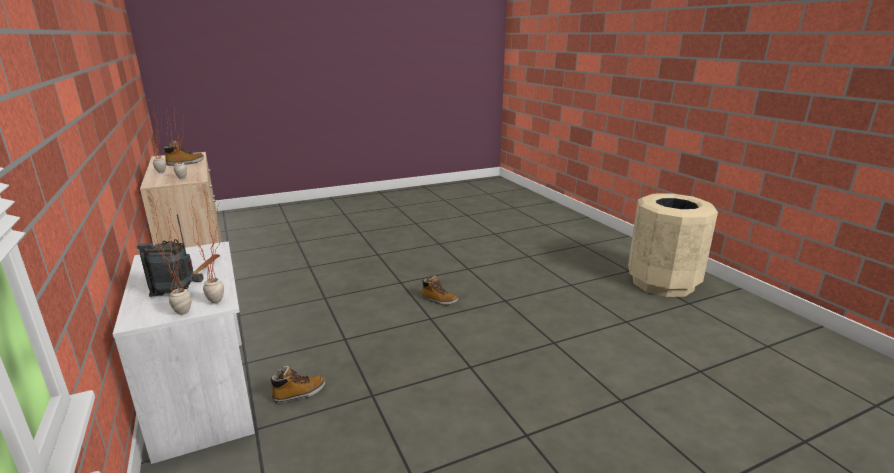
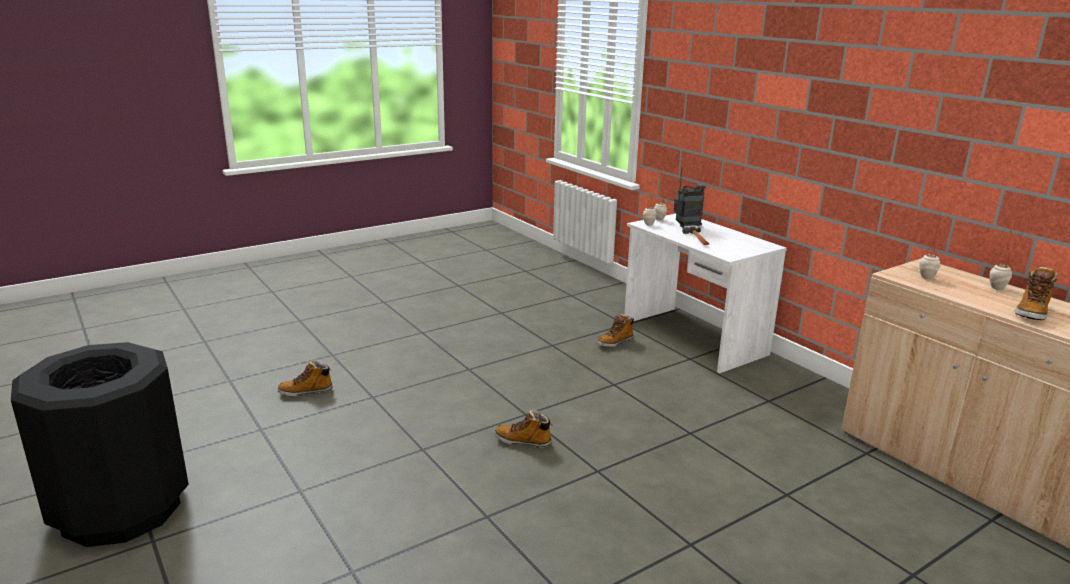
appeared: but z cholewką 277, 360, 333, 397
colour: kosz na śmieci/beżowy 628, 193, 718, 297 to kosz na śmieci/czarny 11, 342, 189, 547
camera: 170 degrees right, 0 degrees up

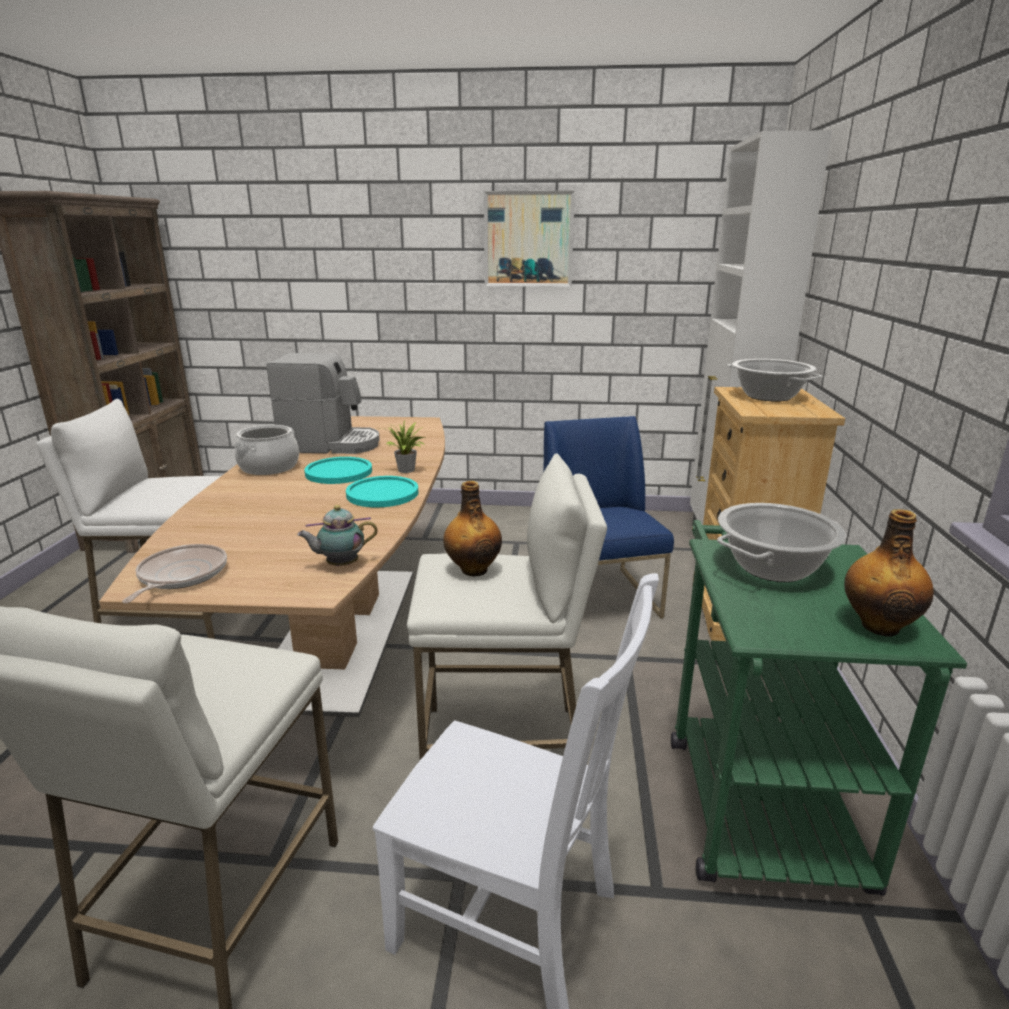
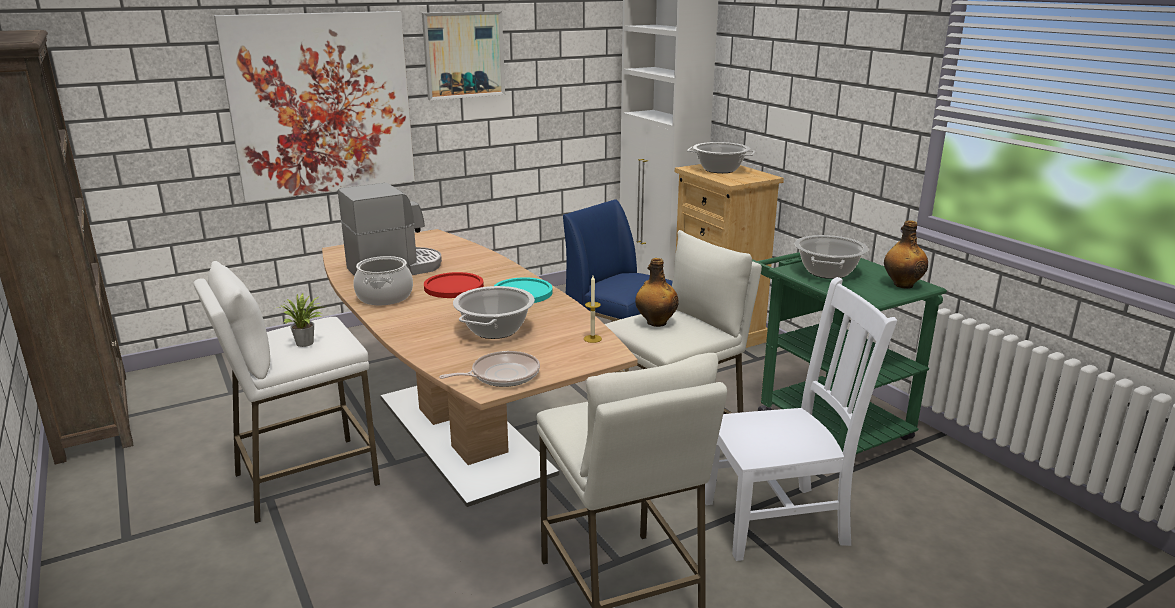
appeared: obraz 214, 11, 415, 202; garnek 453, 286, 535, 339
relocated: roślina doniczkowa 381, 421, 425, 473 to 278, 293, 322, 347
exchanged: imbryk 297, 505, 378, 566 to świeca 584, 276, 602, 343
colour: talerz/turkusowy 304, 457, 372, 484 to talerz/czerwony 424, 272, 484, 298
spun: patelnia 122, 544, 227, 603 = 439, 351, 540, 387 90 degrees clockwise
camera: 35 degrees left, 0 degrees up

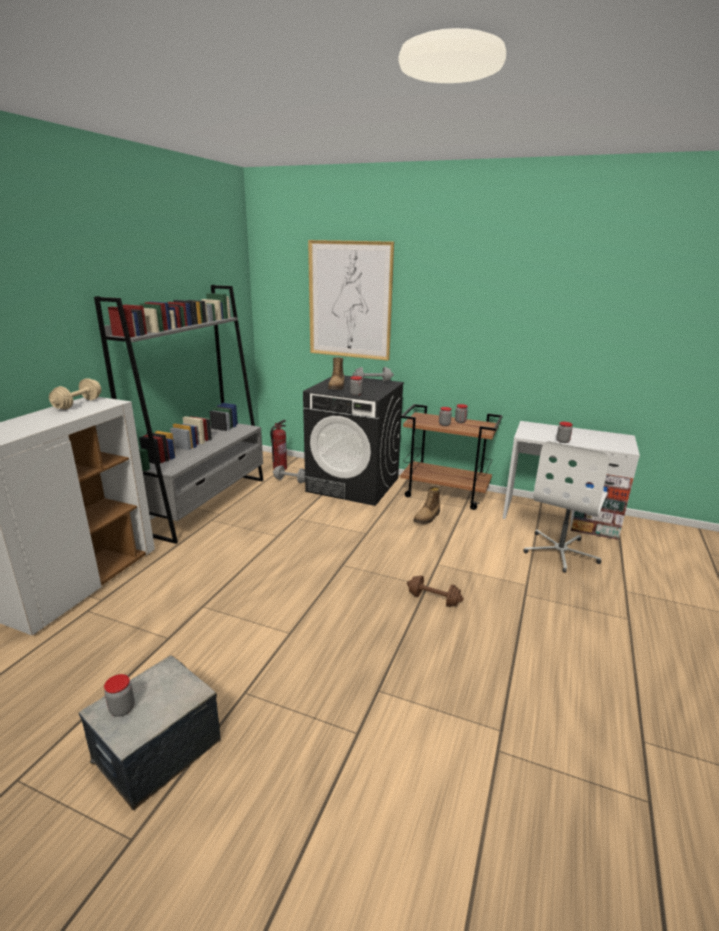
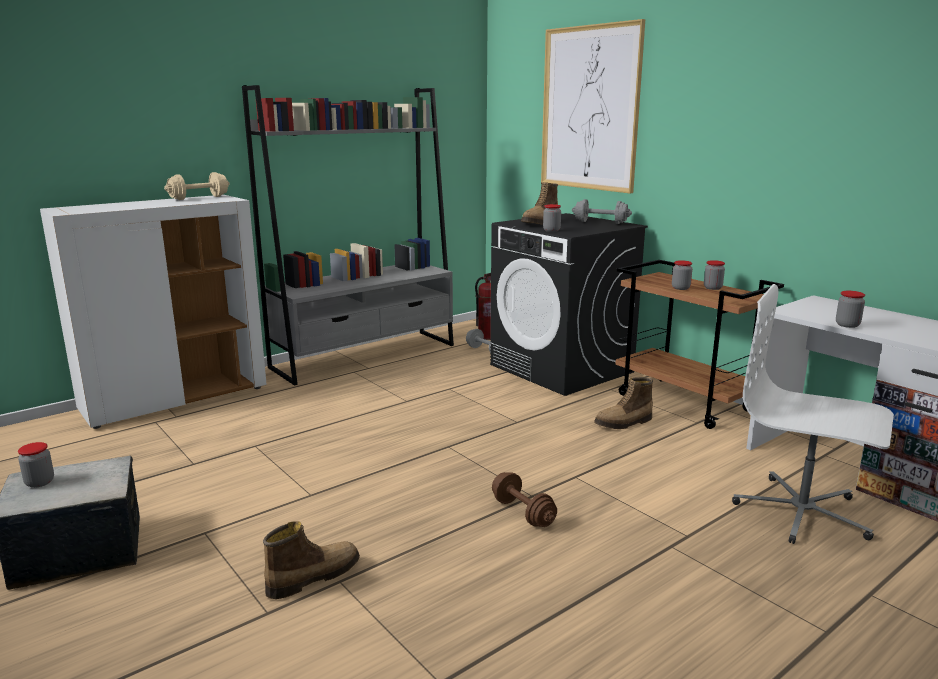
appeared: but z cholewką 263, 521, 360, 599
spun: krzesło biurowe/biały 523, 441, 609, 573 = 732, 284, 894, 544 60 degrees clockwise
camera: 30 degrees right, 5 degrees down

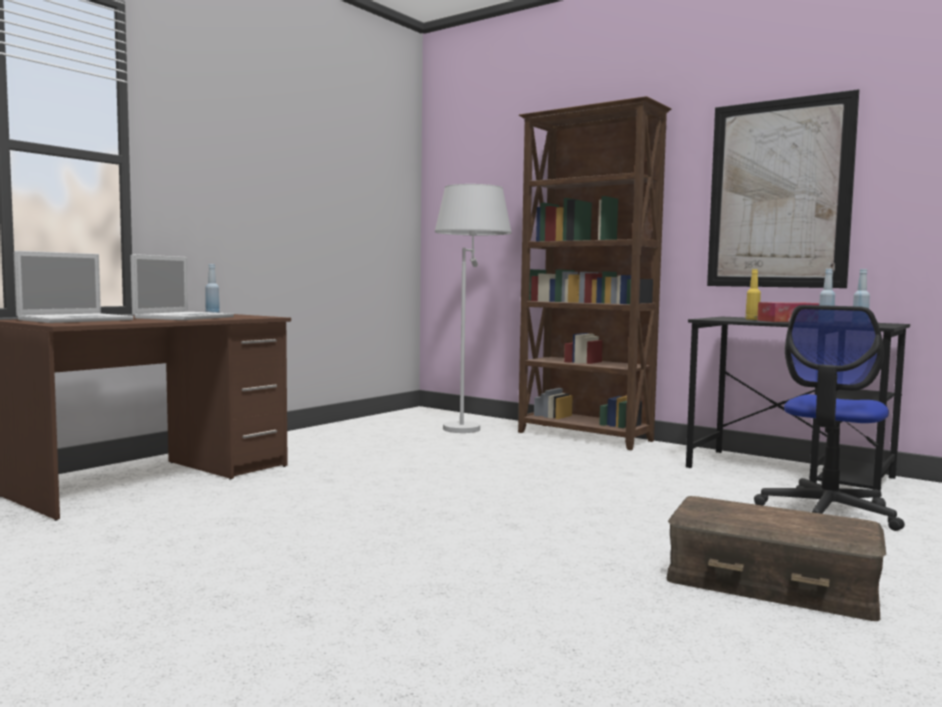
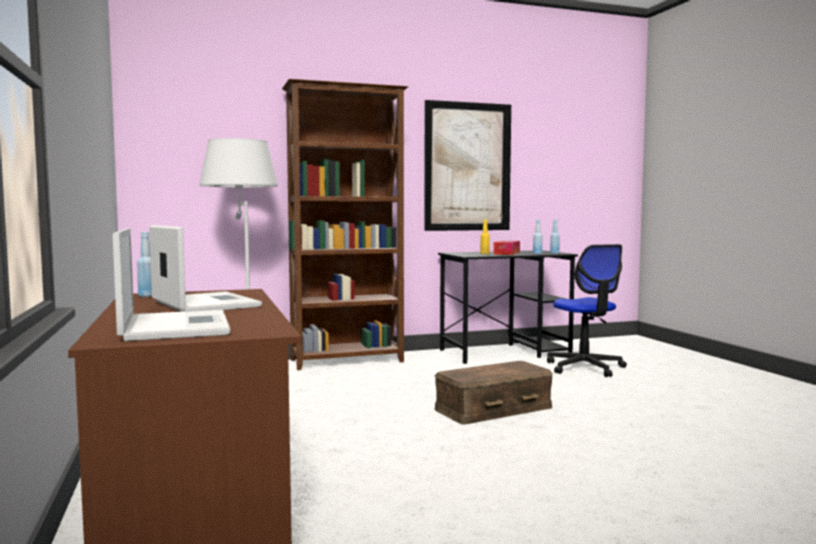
relocated: pojemnik do przechowywania/brązowy 666, 496, 886, 621 to 434, 361, 553, 424
camera: 55 degrees left, 0 degrees up

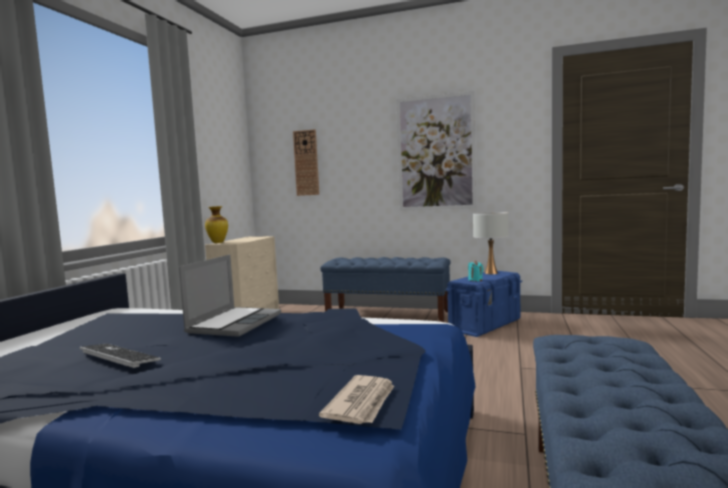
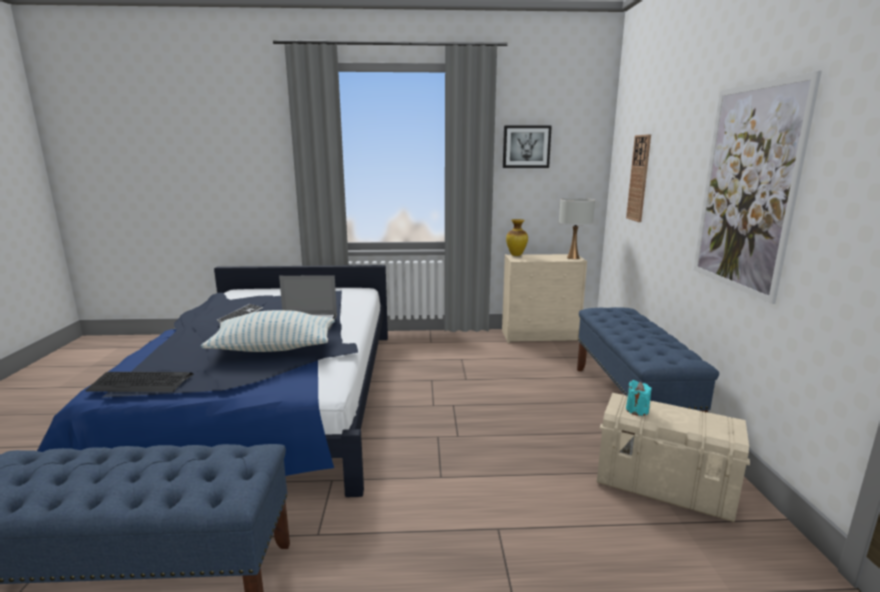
appeared: poduszka 201, 310, 335, 352; obraz 503, 126, 552, 168
relocated: lampa stołowa/biały 473, 212, 509, 274 to 559, 198, 595, 259
exchanged: gazeta 319, 375, 394, 424 to klawiatura 85, 372, 193, 392
colour: pojemnik do przechowywania/niebieski 445, 271, 522, 337 to pojemnik do przechowywania/beżowy 597, 393, 750, 522
camera: 70 degrees right, 10 degrees up

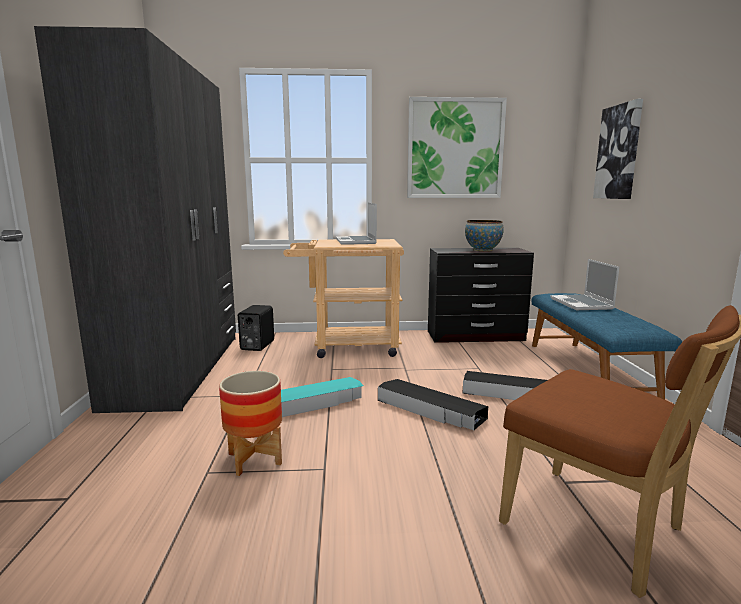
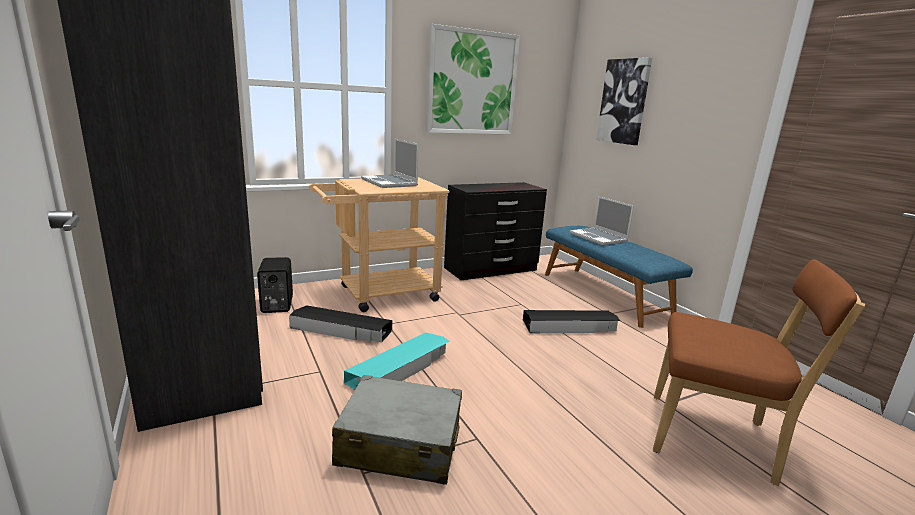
missing: miska 465, 220, 504, 251
relocated: pojemnik do przechowywania/czarny 378, 379, 488, 430 to 289, 305, 392, 342
exchanged: donica 219, 371, 282, 476 to walizka/szary 332, 375, 462, 485
camera: 25 degrees left, 5 degrees up

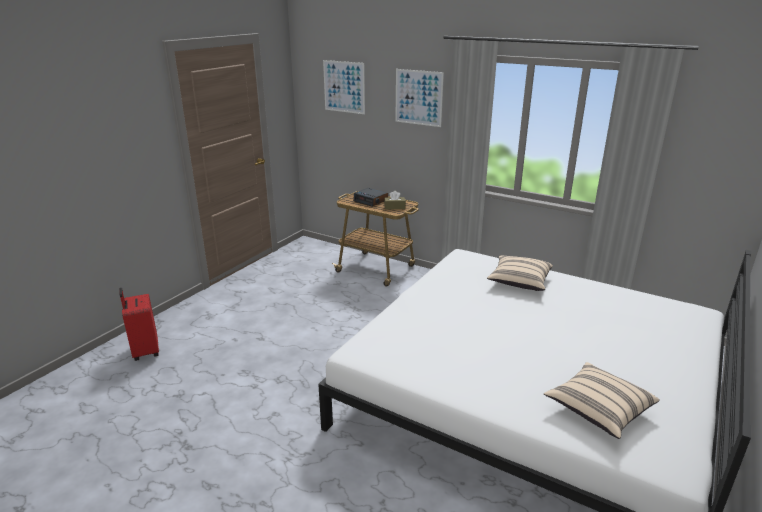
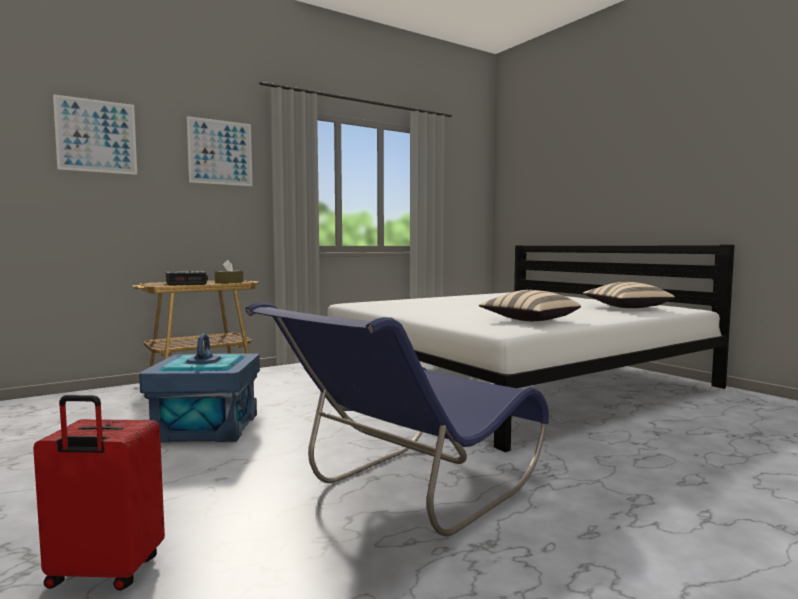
appeared: pojemnik do przechowywania/niebieski 139, 333, 260, 443; krzesło/niebieski 245, 302, 549, 536
relocated: poduszka/beżowy 487, 256, 553, 291 to 479, 290, 581, 321
camera: 65 degrees left, 20 degrees down

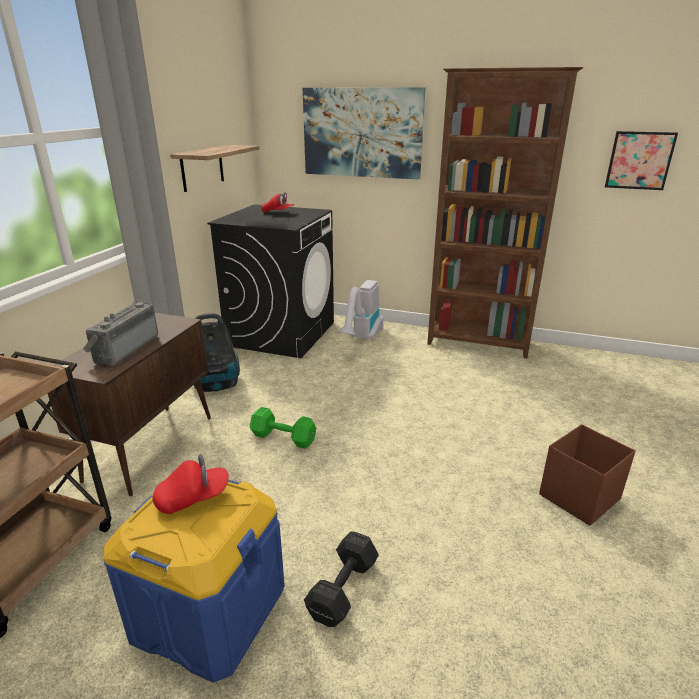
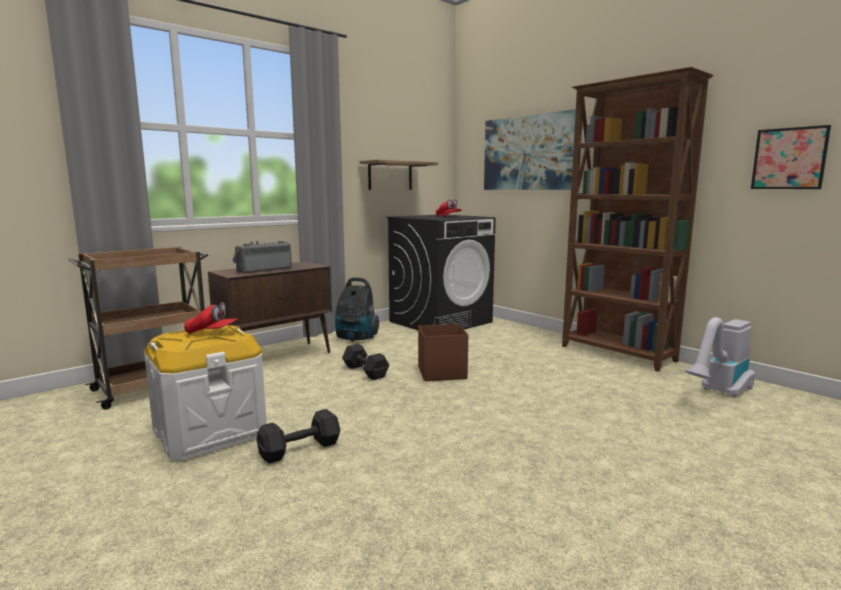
relocated: odkurzacz 338, 280, 383, 340 to 685, 317, 755, 398; pojemnik do przechowywania/brązowy 539, 424, 636, 526 to 418, 324, 468, 381
colour: pojemnik do przechowywania/niebieski 104, 480, 285, 683 to pojemnik do przechowywania/biały 144, 325, 267, 460; hantel/zielony 250, 407, 317, 449 to hantel/czarny 342, 344, 389, 380
camera: 30 degrees right, 15 degrees down

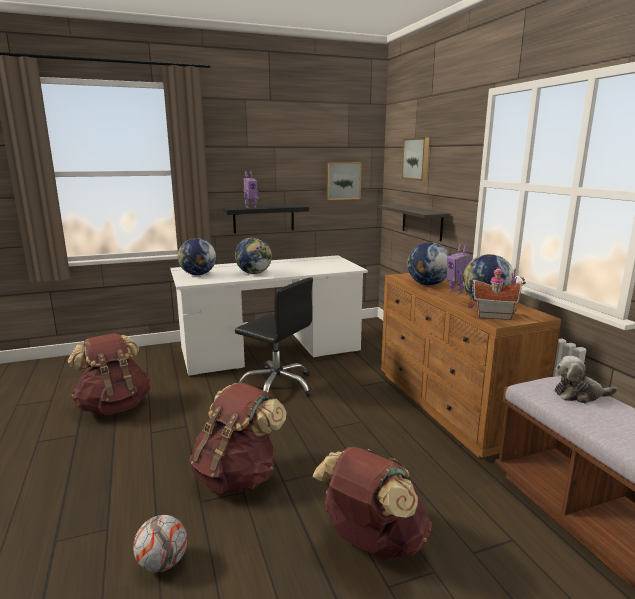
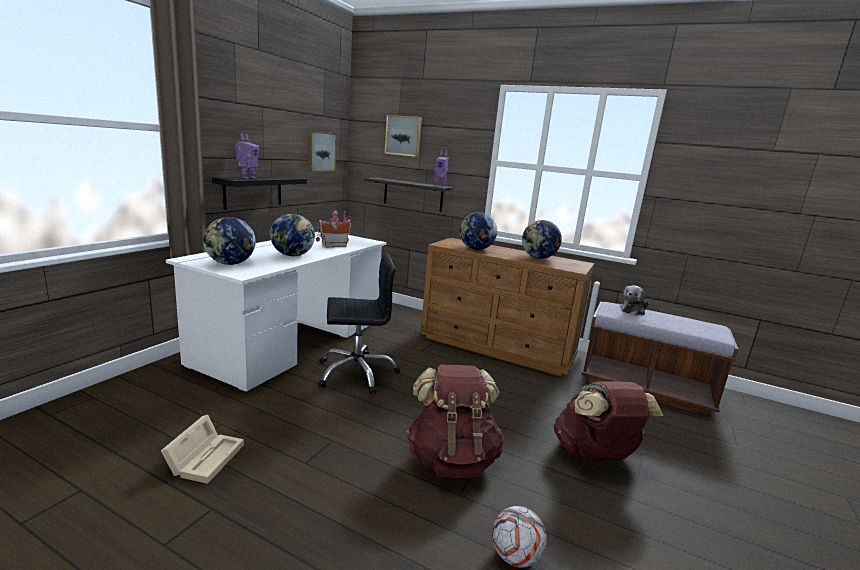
relocated: robot zabawkowy 447, 244, 472, 294 to 433, 150, 449, 187; domek 468, 266, 526, 320 to 316, 210, 352, 247
exchanged: plecak/brązowy 68, 333, 151, 415 to pojemnik do przechowywania/beżowy 161, 415, 244, 484
camera: 45 degrees left, 0 degrees up

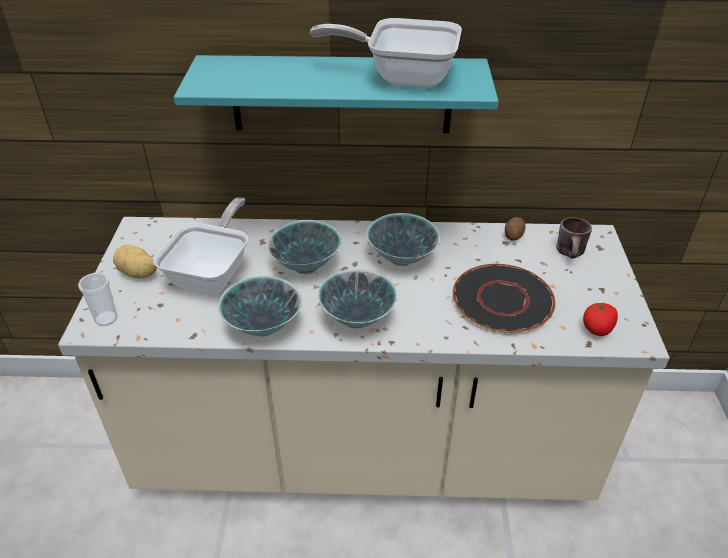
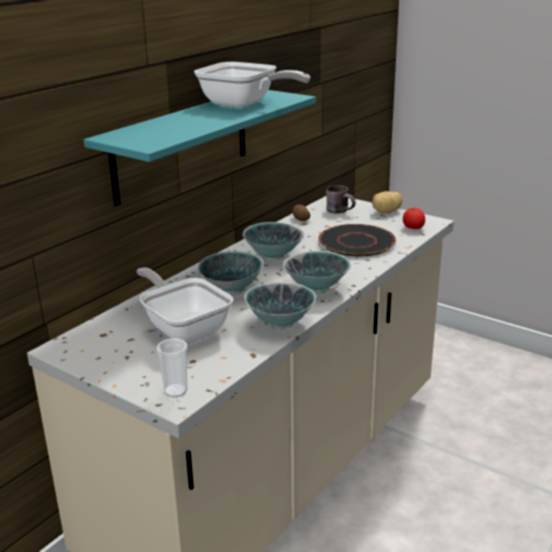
relocated: ziemniak 113, 244, 157, 278 to 372, 191, 403, 214
spun: patelnia 310, 18, 462, 87 = 194, 62, 310, 108 105 degrees counterclockwise
camera: 55 degrees left, 15 degrees down

